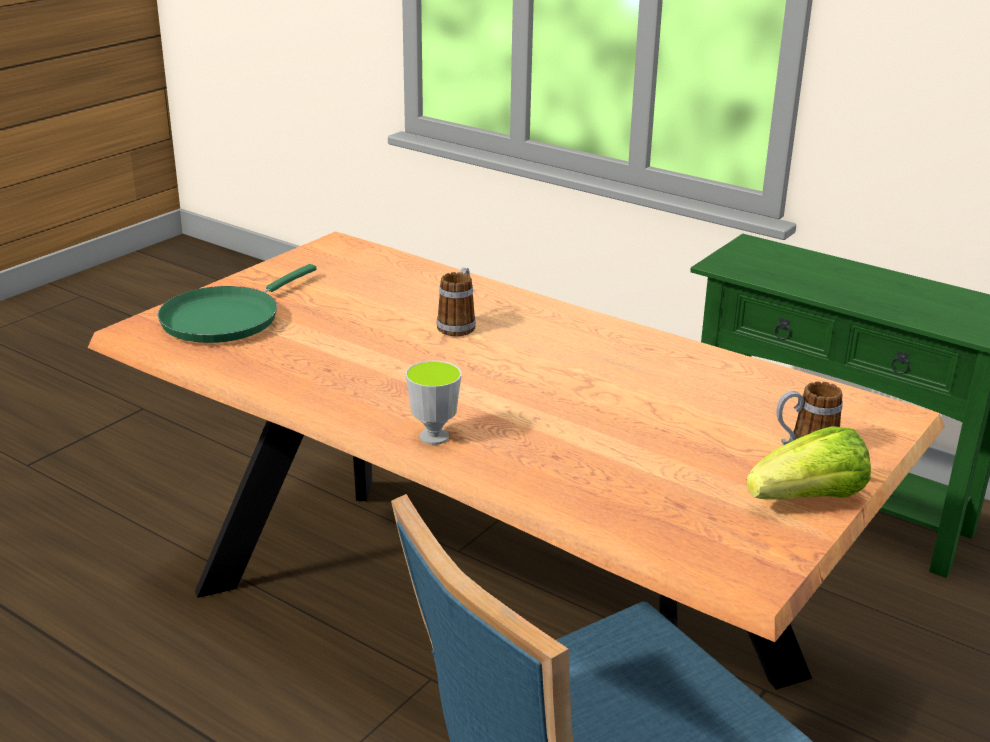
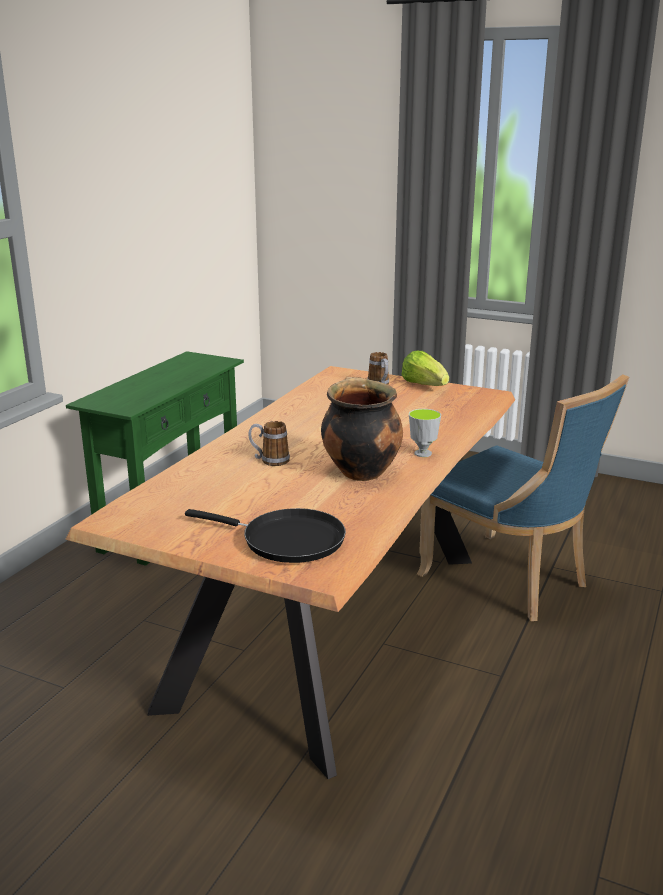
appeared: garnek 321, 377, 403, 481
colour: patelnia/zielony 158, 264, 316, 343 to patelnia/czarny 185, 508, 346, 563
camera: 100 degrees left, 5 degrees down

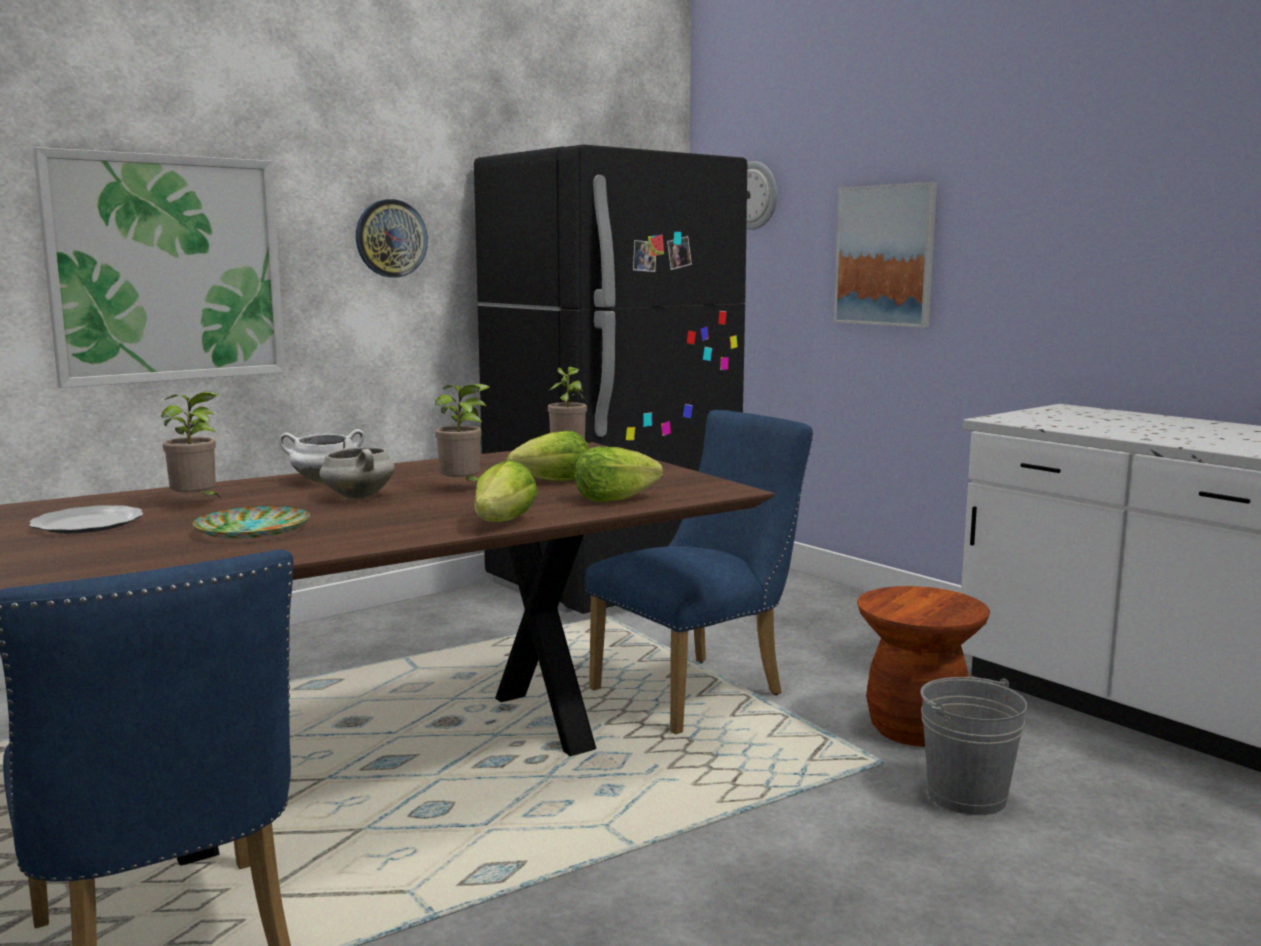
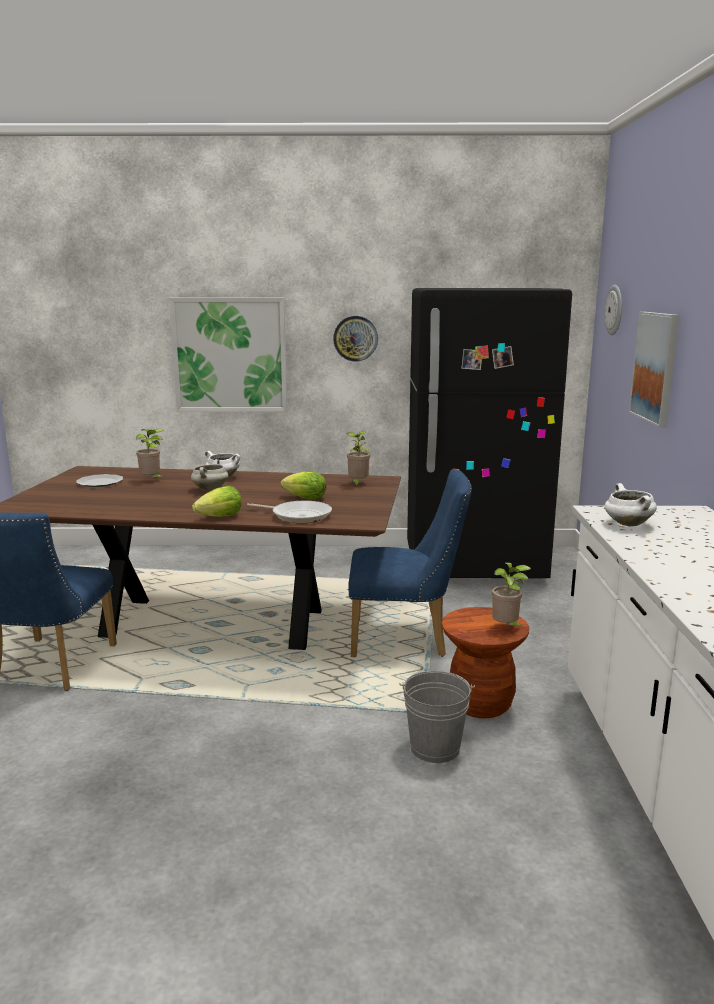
missing: talerz 193, 506, 310, 538
appeared: garnek/biały 604, 483, 657, 527
relocated: roślina doniczkowa 435, 384, 490, 481 to 492, 563, 531, 627
exchanged: sałata 575, 447, 663, 502 to patelnia 247, 501, 332, 523
camera: 40 degrees right, 5 degrees up

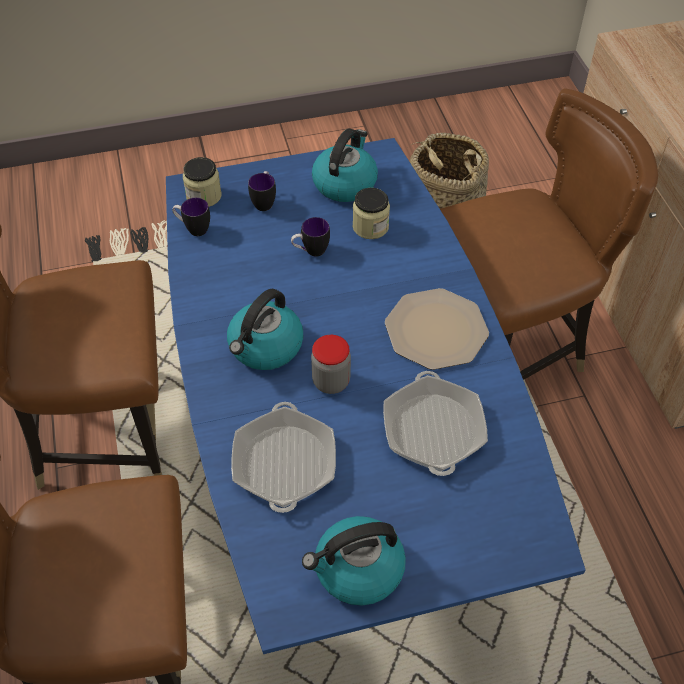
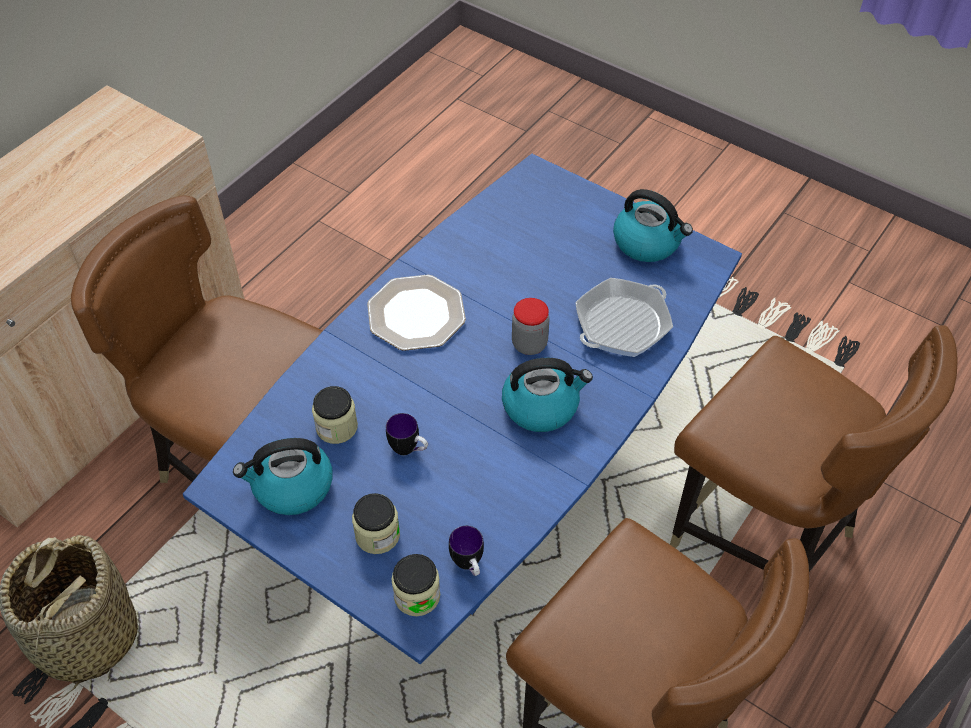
missing: patelnia 383, 371, 488, 476
exchanged: kubek 248, 171, 276, 211 to słoik 352, 493, 400, 554
camera: 130 degrees left, 0 degrees up

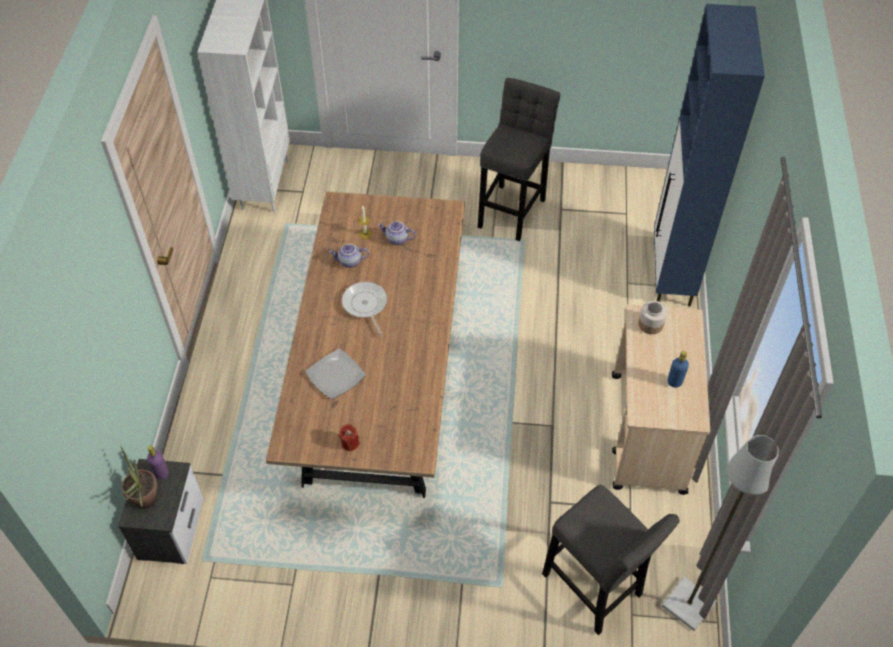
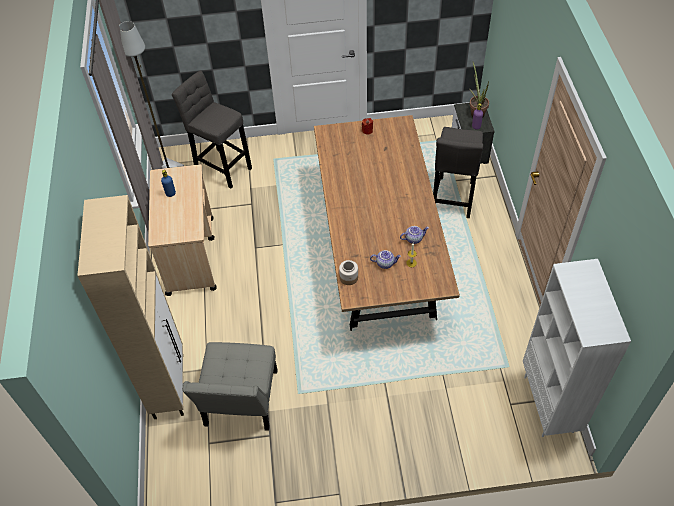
missing: talerz 305, 349, 366, 399; patelnia 342, 282, 387, 337
appeared: krzesło/szary 182, 342, 278, 431
relocated: stołek/szary 478, 78, 560, 241 to 433, 127, 483, 218; słoik 638, 301, 667, 334 to 339, 260, 358, 285
colour: szafka/niebieski 654, 4, 765, 306 to szafka/beżowy 77, 195, 184, 419
camera: 170 degrees right, 0 degrees up

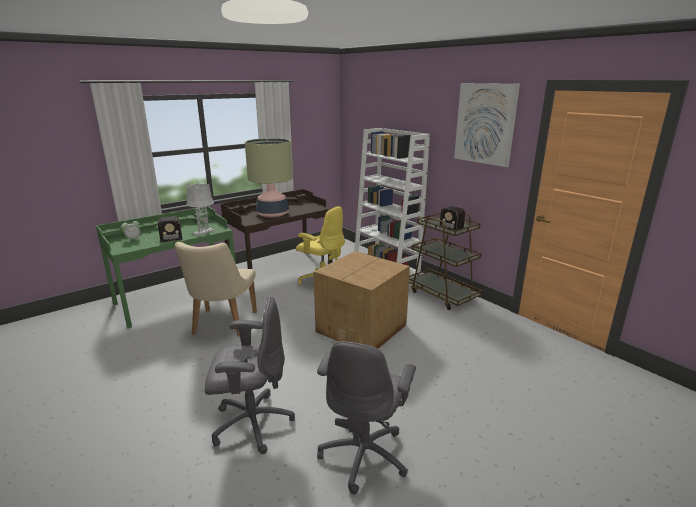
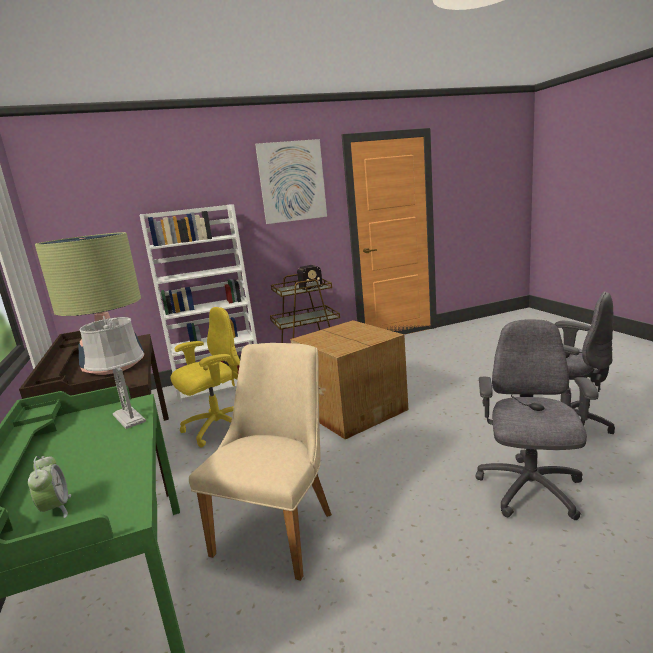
missing: radio 146, 216, 182, 244
spun: krzesło/beżowy 175, 242, 257, 337 = 189, 343, 332, 581 90 degrees counterclockwise
camera: 70 degrees left, 5 degrees down

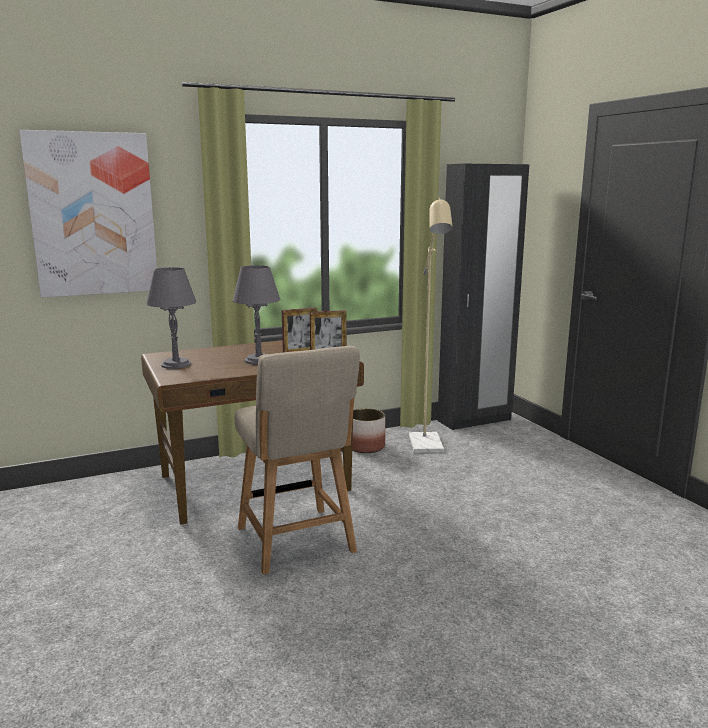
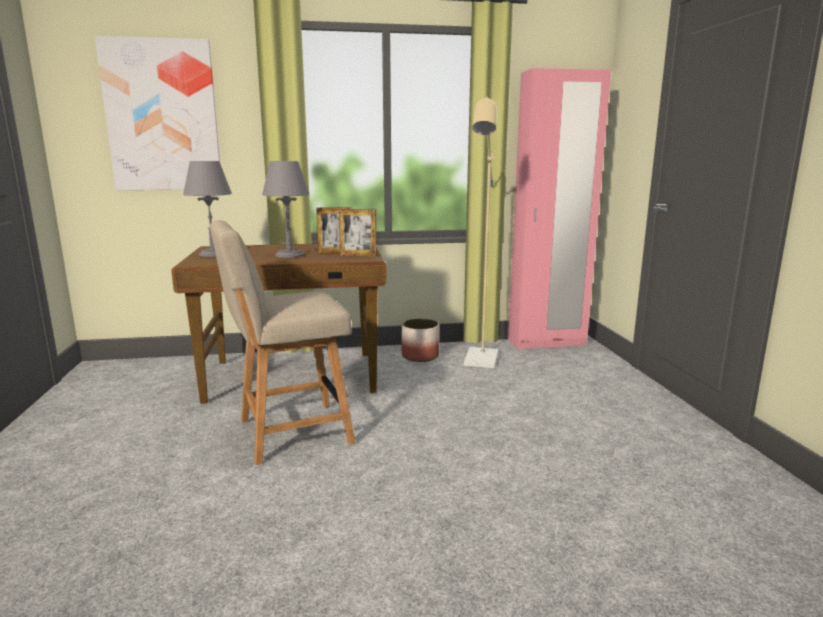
colour: szafa/czarny 438, 164, 529, 430 to szafa/różowy 508, 68, 611, 349
spun: krzesło/beżowy 235, 346, 360, 574 = 210, 220, 355, 465 75 degrees clockwise
camera: 15 degrees right, 0 degrees up

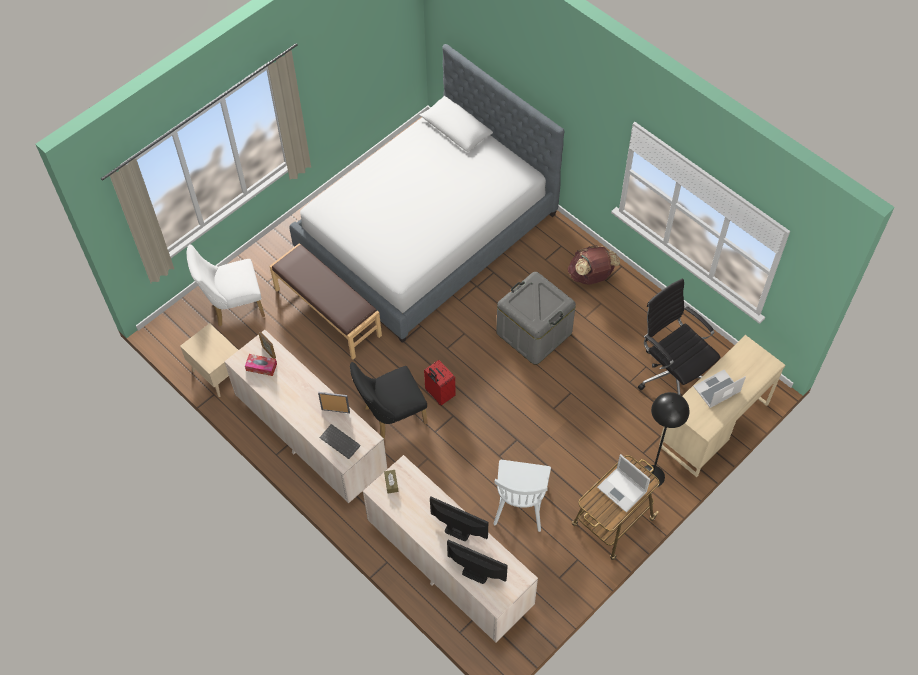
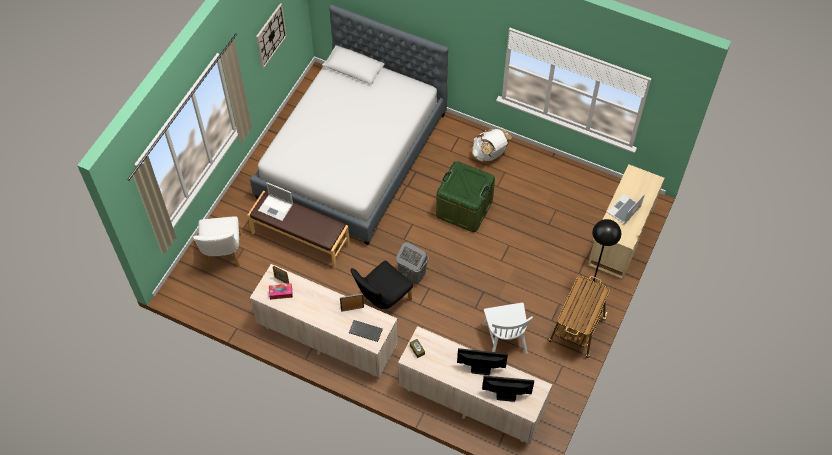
missing: szafka nocna/beżowy 180, 323, 238, 397; krzesło biurowe/czarny 638, 278, 720, 395
appeared: zegar ścienny 256, 3, 287, 69
relocated: laptop 597, 454, 650, 512 to 258, 182, 293, 221
exchanged: walizka/czerwony 424, 360, 456, 406 to kosz na pranie/szary 396, 242, 429, 285
colour: pojemnik do przechowywania/szary 496, 272, 576, 365 to pojemnik do przechowywania/zielony 436, 161, 495, 232; plecak/brązowy 568, 245, 620, 285 to plecak/biały 472, 129, 513, 161
spun: krzesło/biały 187, 244, 265, 327 = 193, 216, 241, 270 60 degrees counterclockwise
camera: 20 degrees left, 0 degrees up

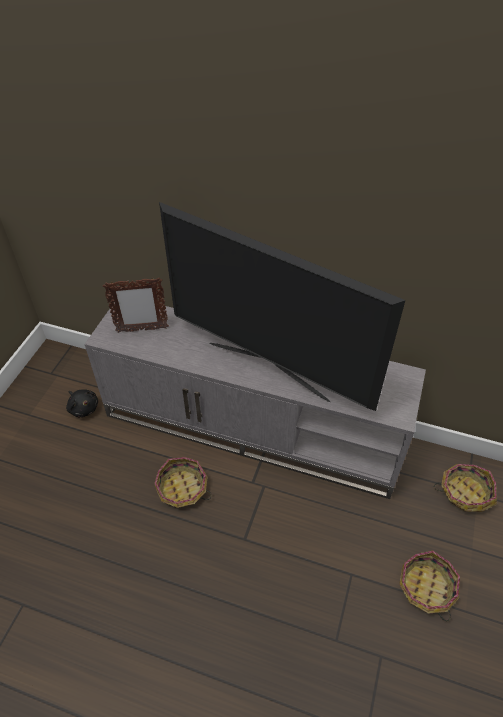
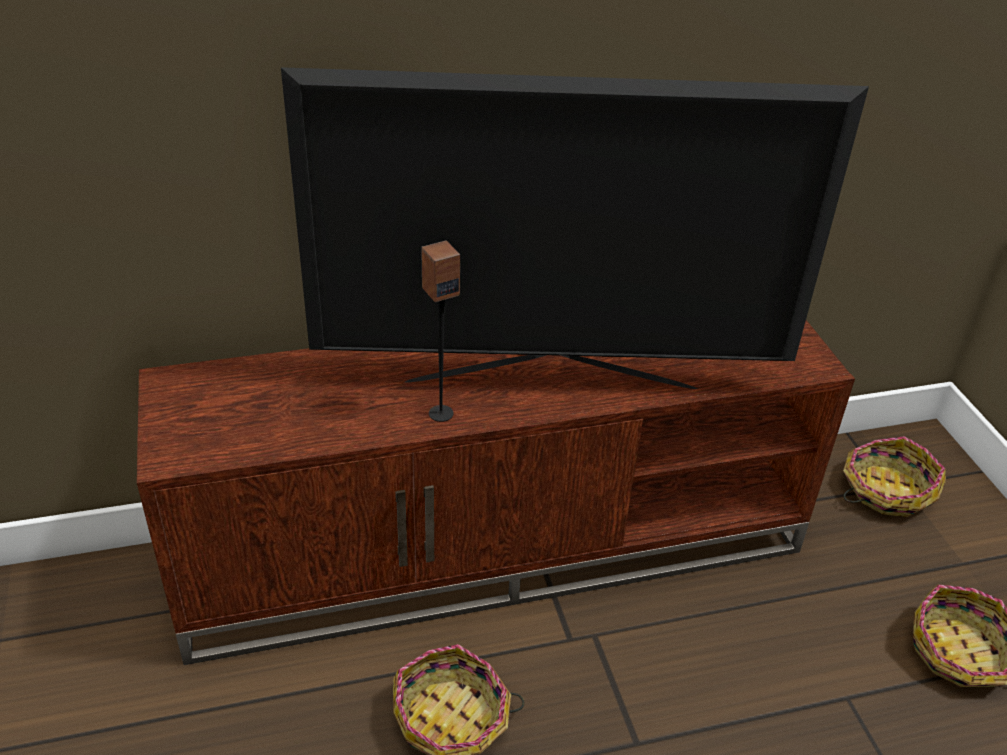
missing: pluszak/czarny 66, 389, 98, 418; ramka na zdjęcie 103, 277, 169, 333
appeared: głośnik 421, 241, 460, 422
colour: szafka pod telewizor/szary 85, 302, 426, 499 to szafka pod telewizor/brązowy 137, 320, 855, 665
camera: 35 degrees left, 10 degrees down

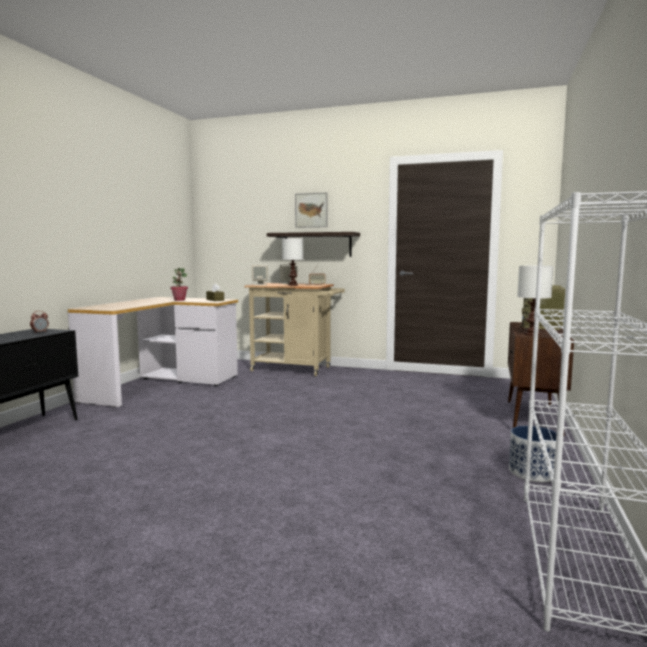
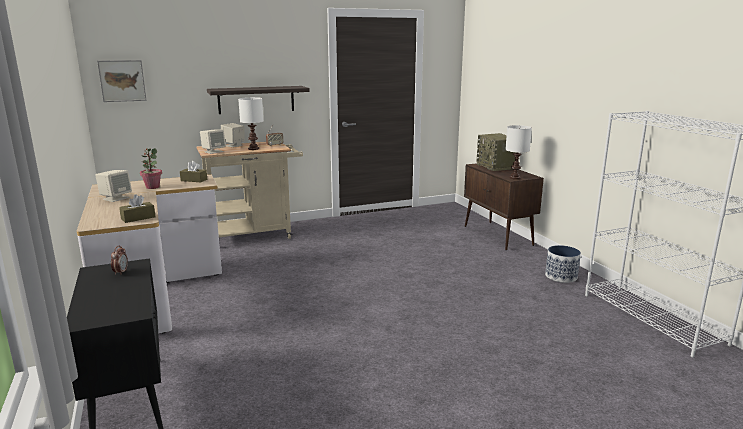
appeared: głośnik/beżowy 95, 170, 132, 202; pudełko chusteczek/brązowy 119, 194, 156, 223
relocated: obraz 295, 192, 327, 228 to 97, 60, 147, 102
camera: 40 degrees left, 10 degrees up

